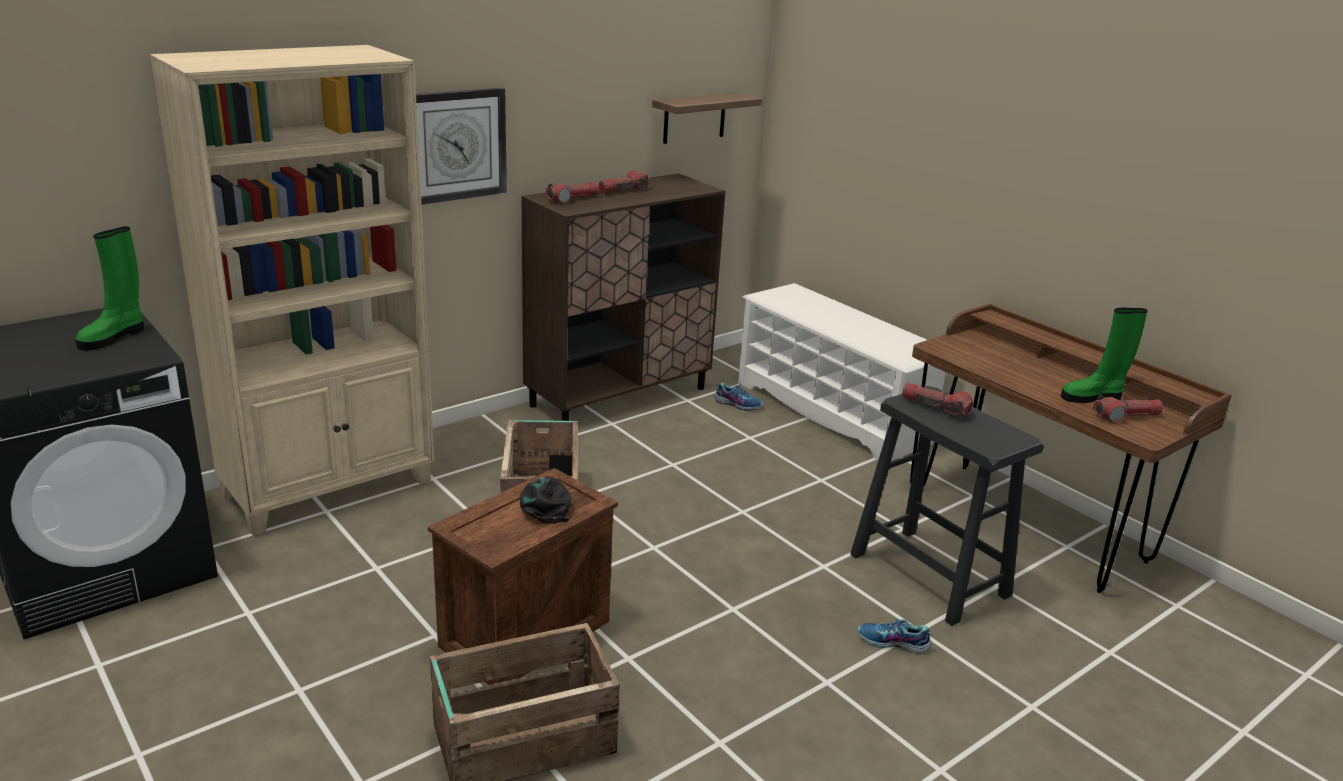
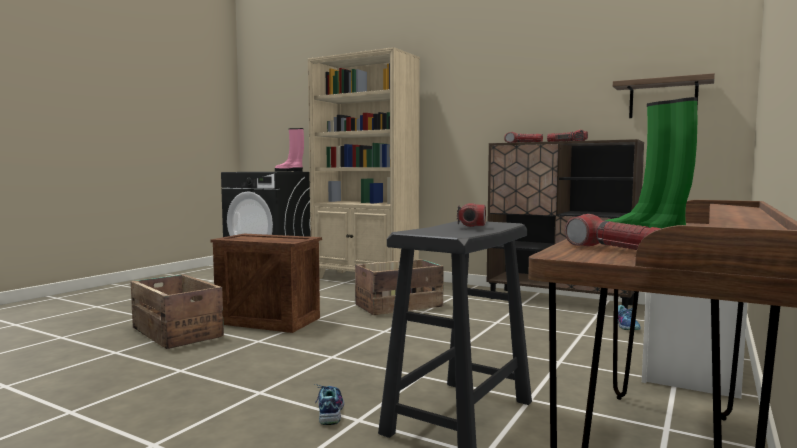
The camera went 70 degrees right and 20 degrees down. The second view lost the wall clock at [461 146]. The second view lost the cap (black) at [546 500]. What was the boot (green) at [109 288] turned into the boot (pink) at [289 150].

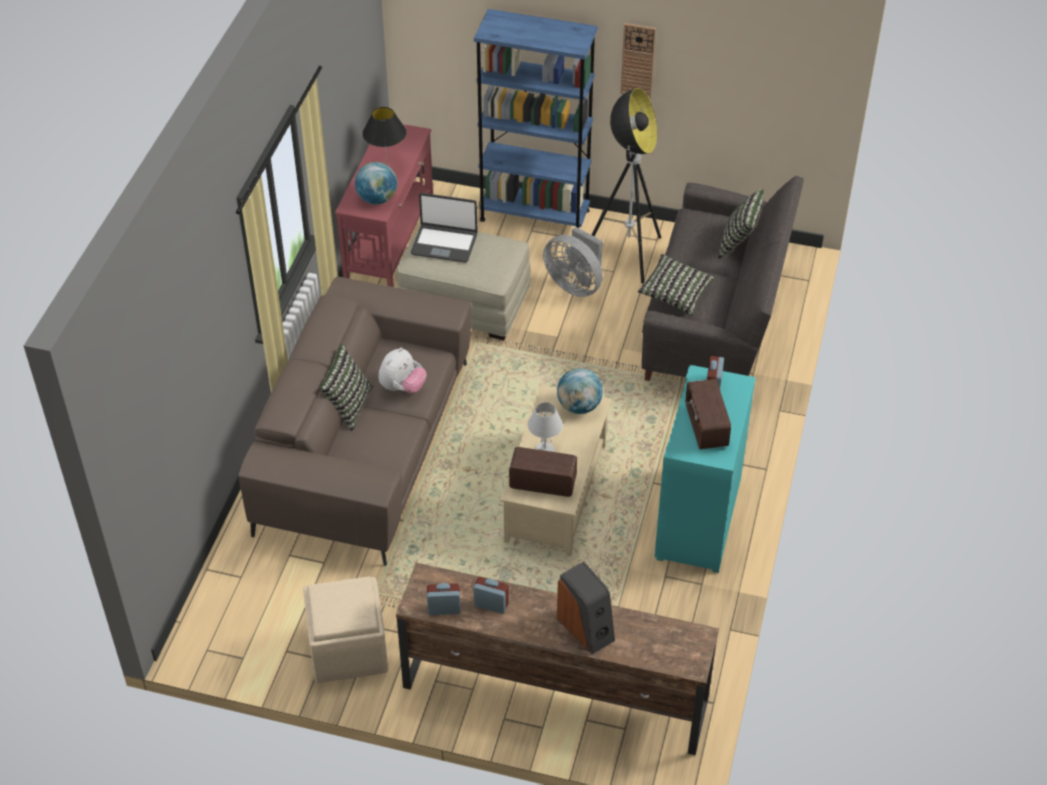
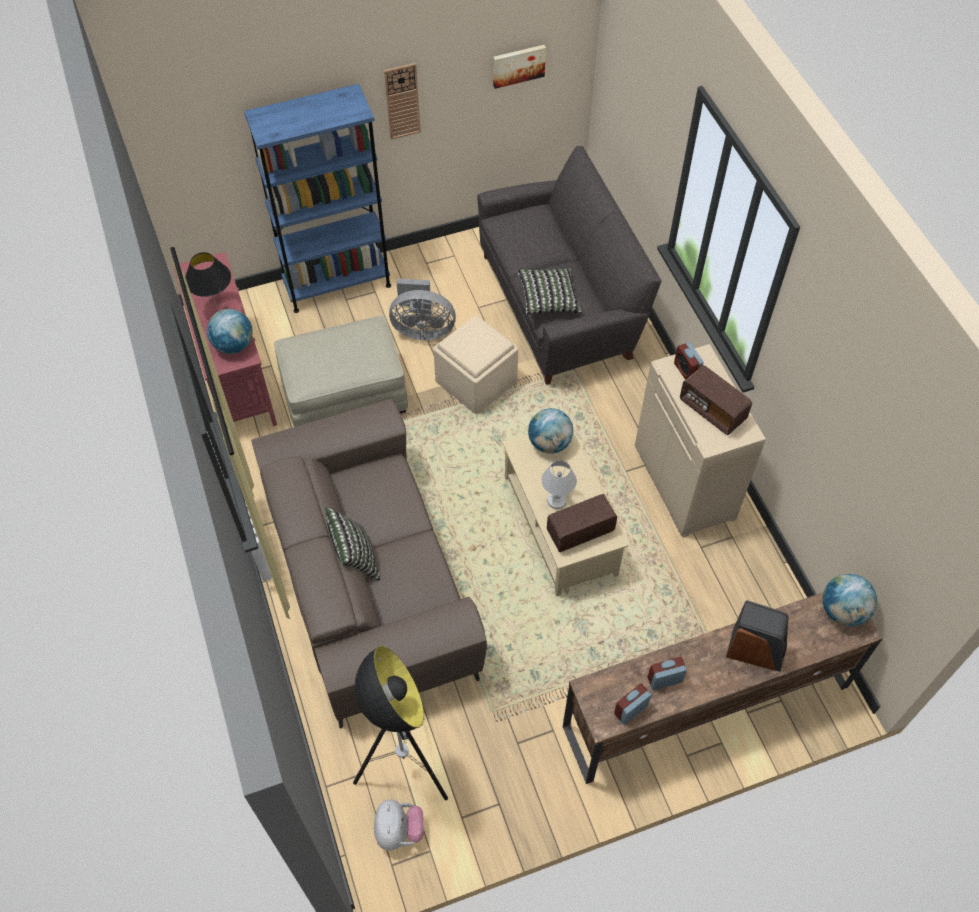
The camera went 35 degrees left and 10 degrees up. The second view lost the laptop at [444 228]. The second view lost the pillow at [741 224]. The second view gained the picture at [519 67]. The second view gained the globe at [850 600]. The ottoman (beige) ended up elsewhere, having gone from [345 629] to [475 364]. The plush toy ended up elsewhere, having gone from [403 370] to [399 824]. The floor lamp ended up elsewhere, having gone from [626 186] to [400 723]. What was the cabinet (turquoise) at [704 469] turned into the cabinet (beige) at [700 440].

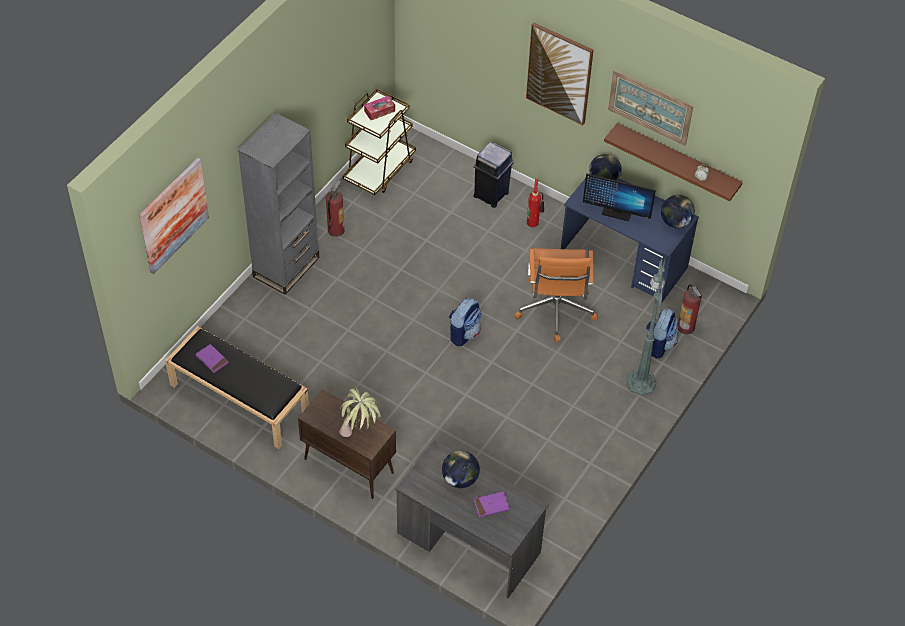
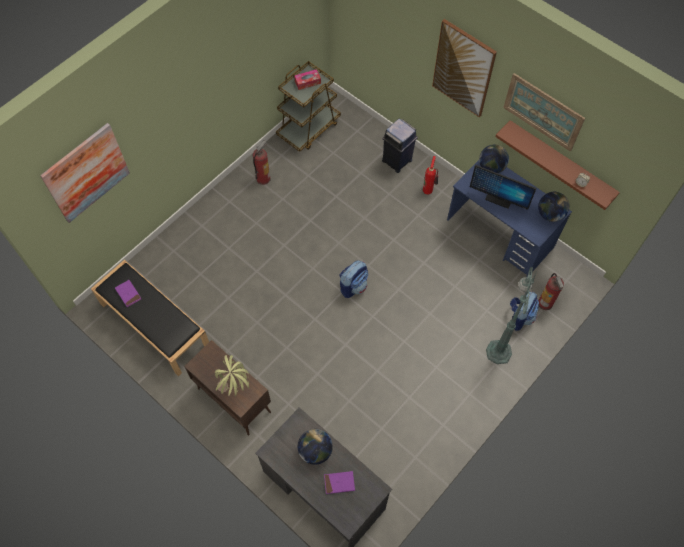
The camera went 10 degrees right and 10 degrees up. The second view lost the bookcase (grey) at [278 204]. The second view lost the office chair (orange) at [556 295].

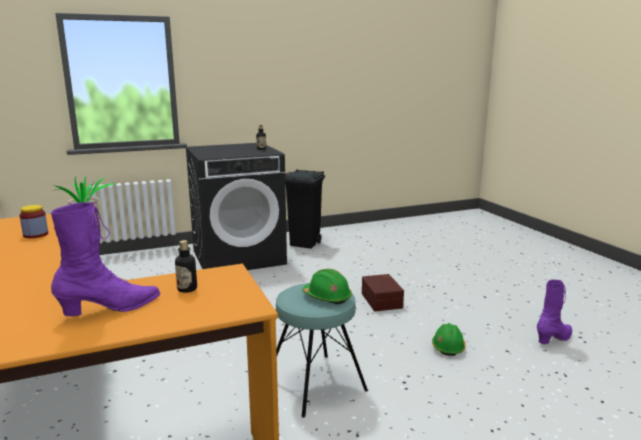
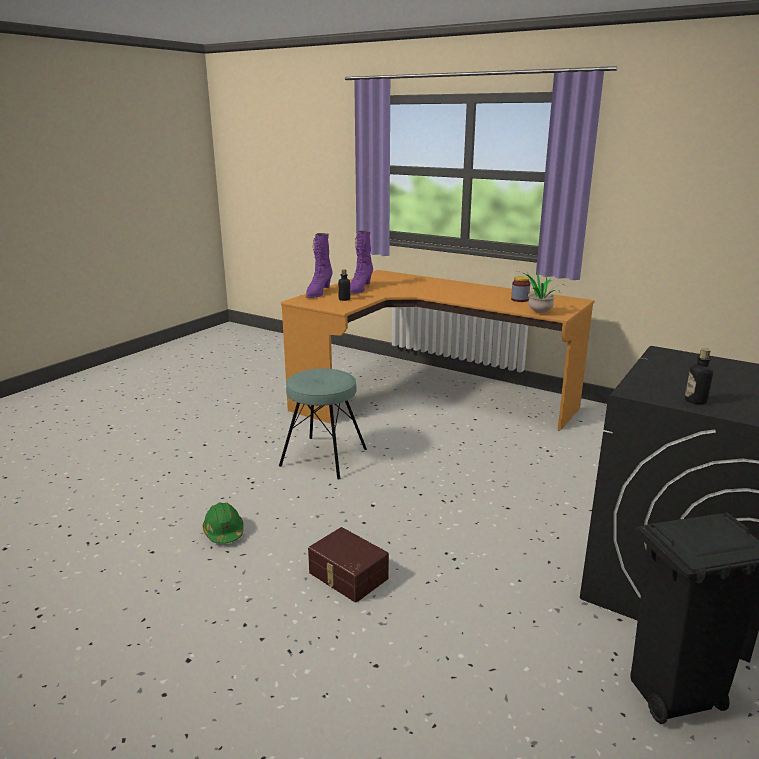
The camera went 145 degrees right and 5 degrees up. The second view lost the hard hat (green) at [327 286]. The boot (purple) ended up elsewhere, having gone from [554 312] to [319 265].

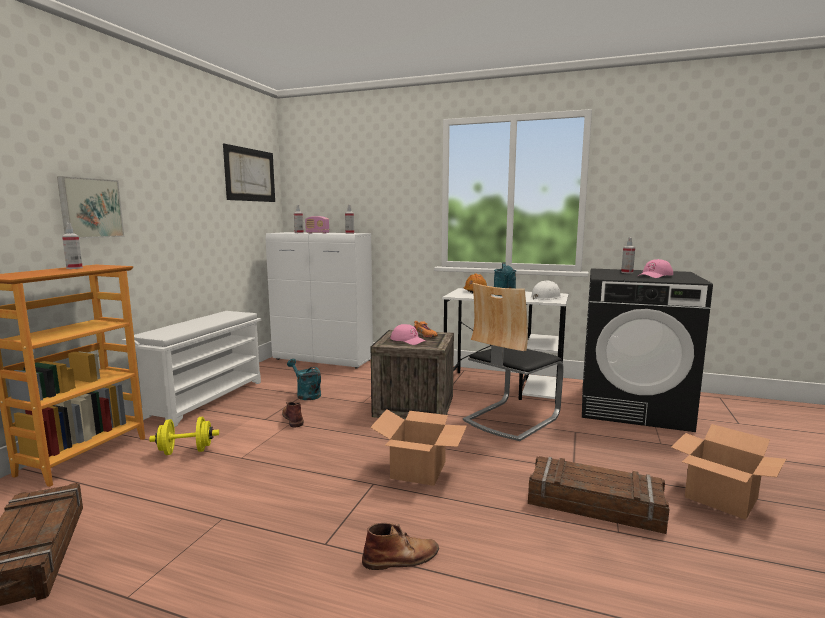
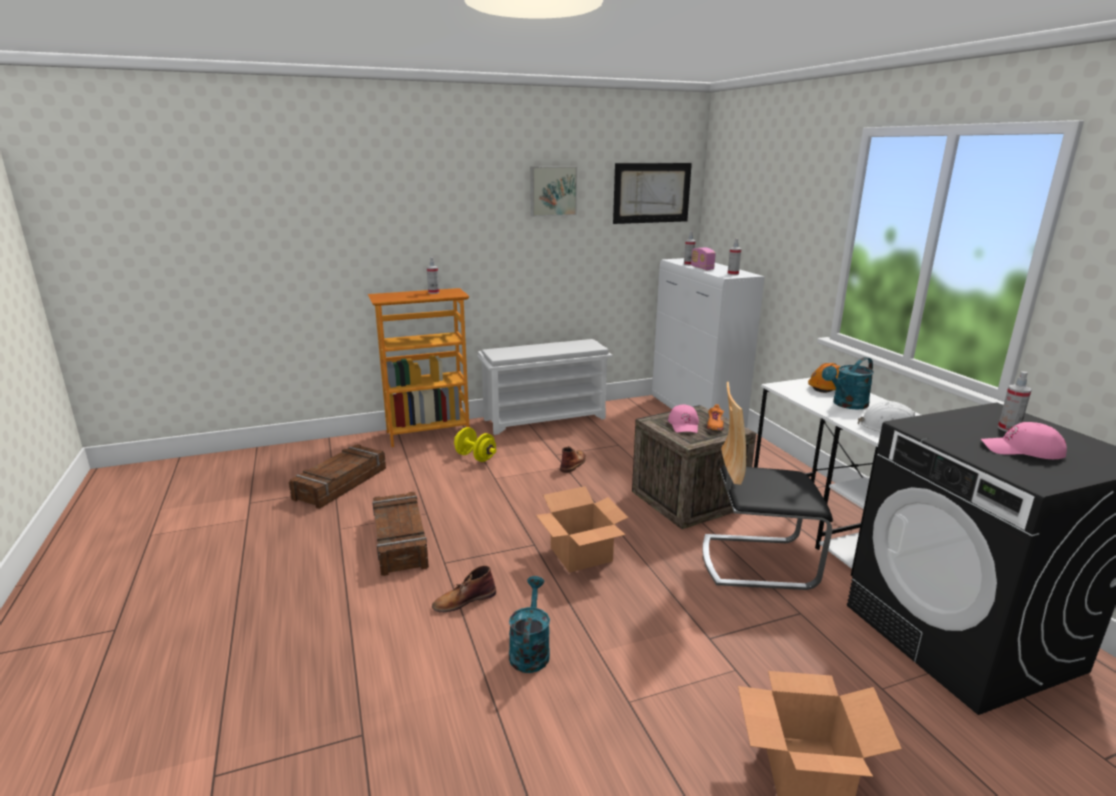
The camera went 50 degrees right and 10 degrees up. The picture ended up elsewhere, having gone from [90 207] to [553 191]. The watering can (turquoise) ended up elsewhere, having gone from [304 379] to [529 624]. The crate ended up elsewhere, having gone from [598 495] to [400 534]. The boot (brown) at [400 546] ended up facing another way, 120 degrees clockwise from before.

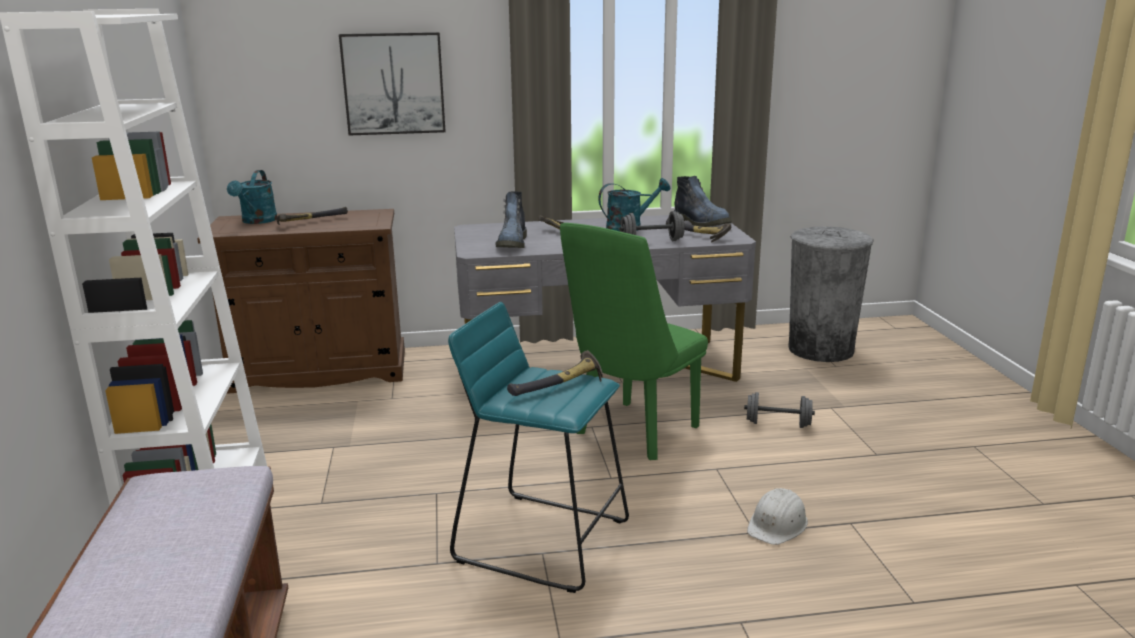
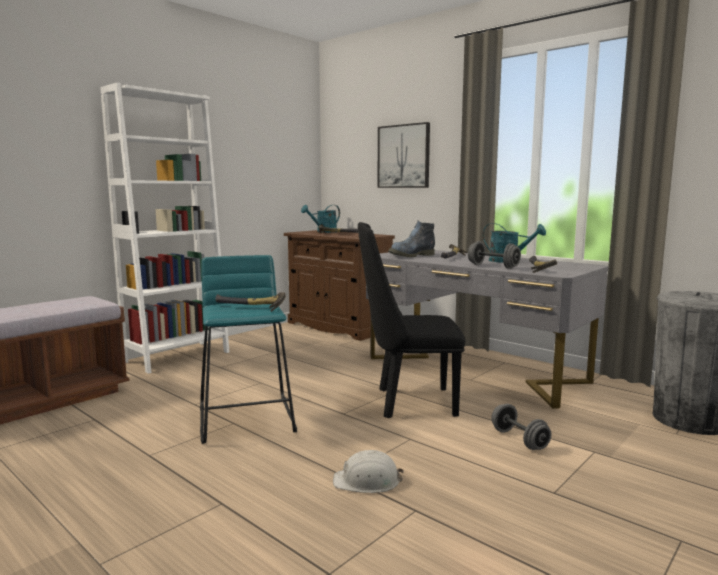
The camera went 50 degrees right and 10 degrees down. The second view lost the boot at [703 201]. What was the chair (green) at [634 341] turned into the chair (black) at [411 320].

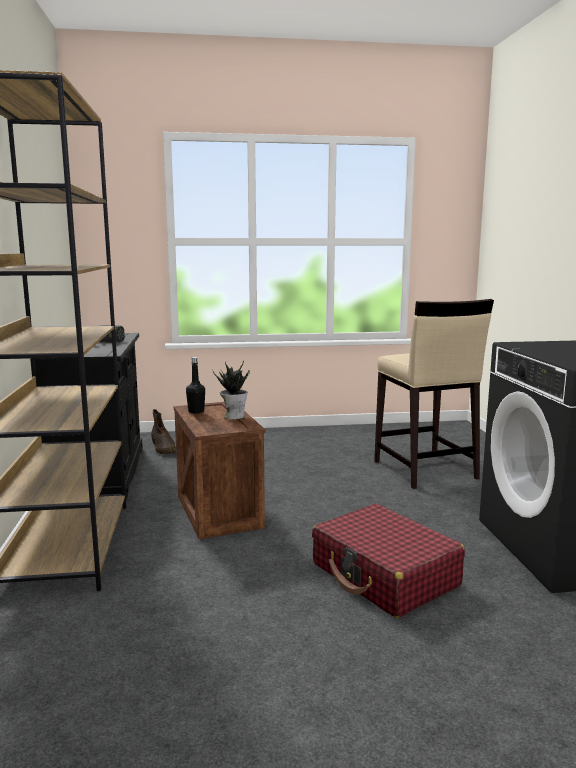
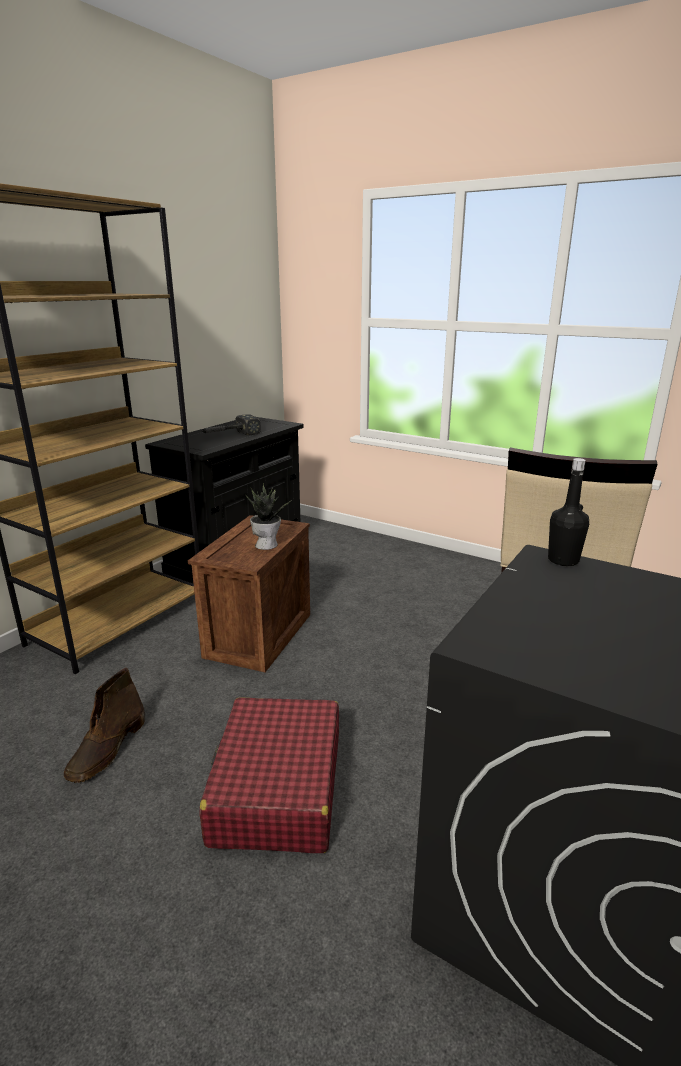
The camera went 40 degrees right and 10 degrees up. The boot (brown) ended up elsewhere, having gone from [163 431] to [104 725]. The bottle (black) ended up elsewhere, having gone from [195 385] to [568 512].

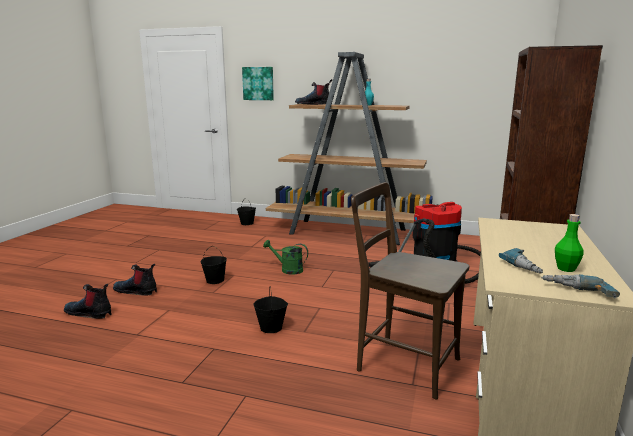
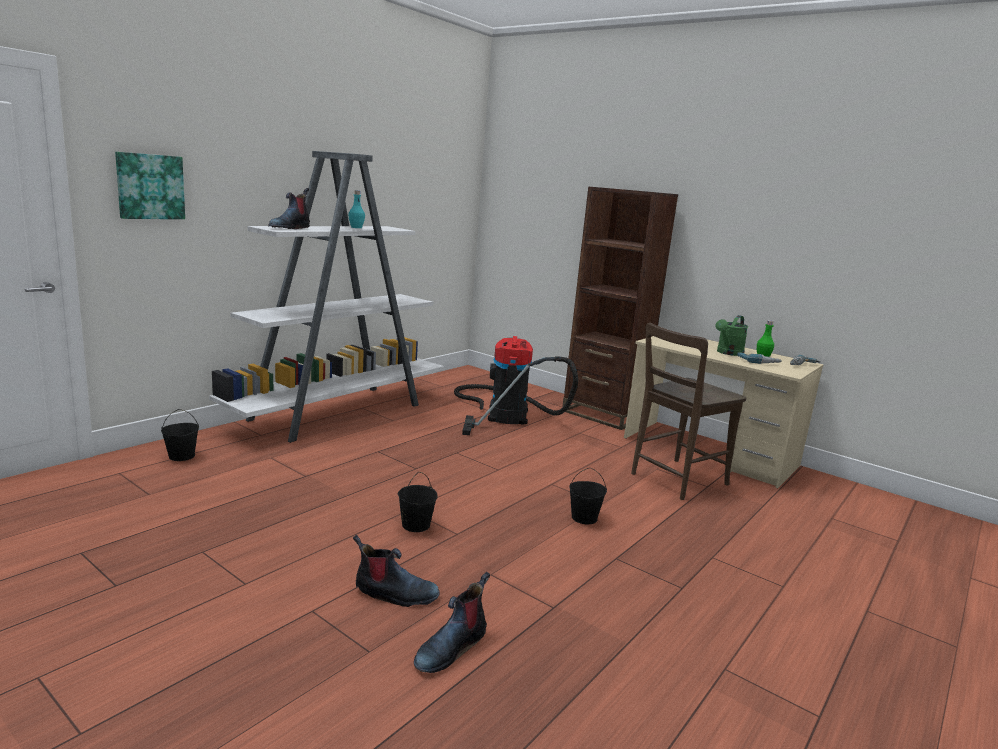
The camera went 70 degrees left and 0 degrees up. The watering can (green) ended up elsewhere, having gone from [285 257] to [731 335]. What was the bookcase (brown) at [349 148] turned into the bookcase (white) at [326 297]. The boot at [135 280] ended up facing another way, 120 degrees counterclockwise from before.

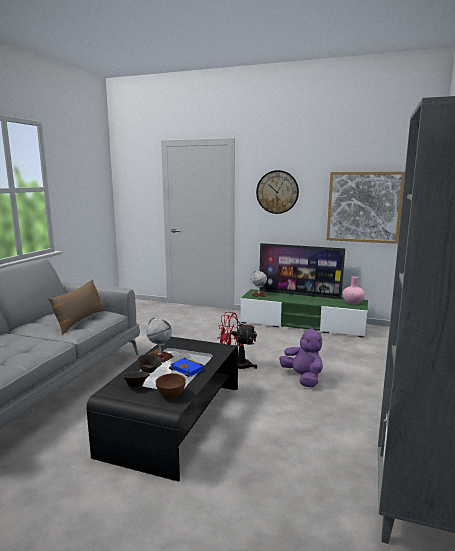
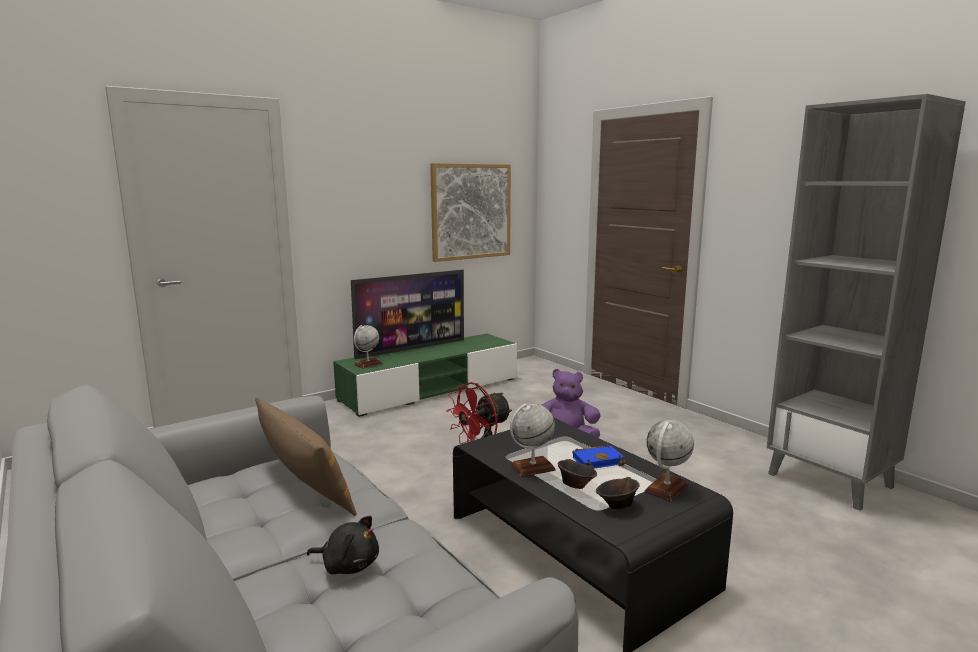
The camera went 55 degrees left and 0 degrees up. The second view lost the wall clock at [277 192]. The second view lost the vase (pink) at [353 290]. The second view gained the plush toy (black) at [343 545]. Where the bowl (brown) stood at [171 385], the globe came to stand at [669 460].

